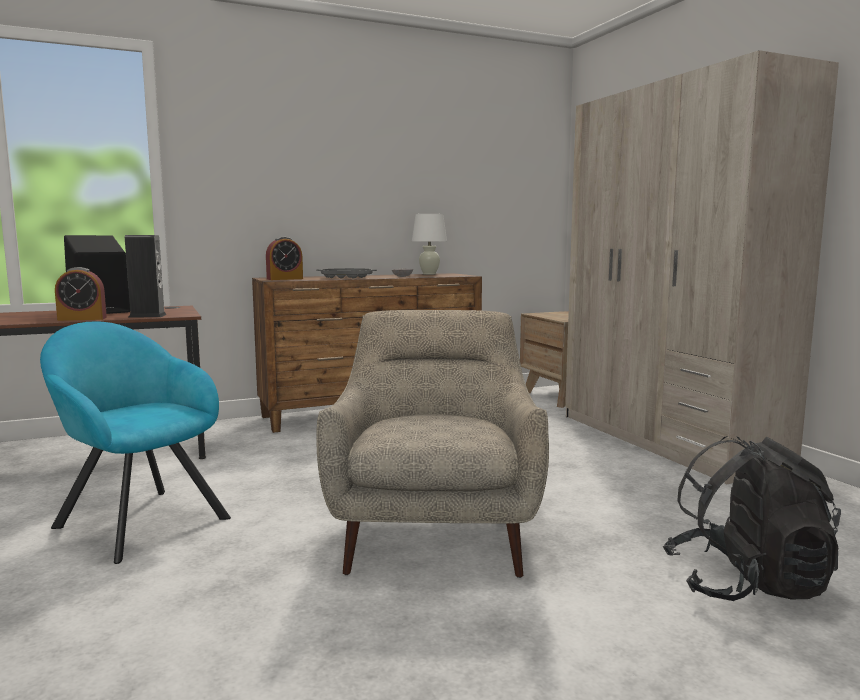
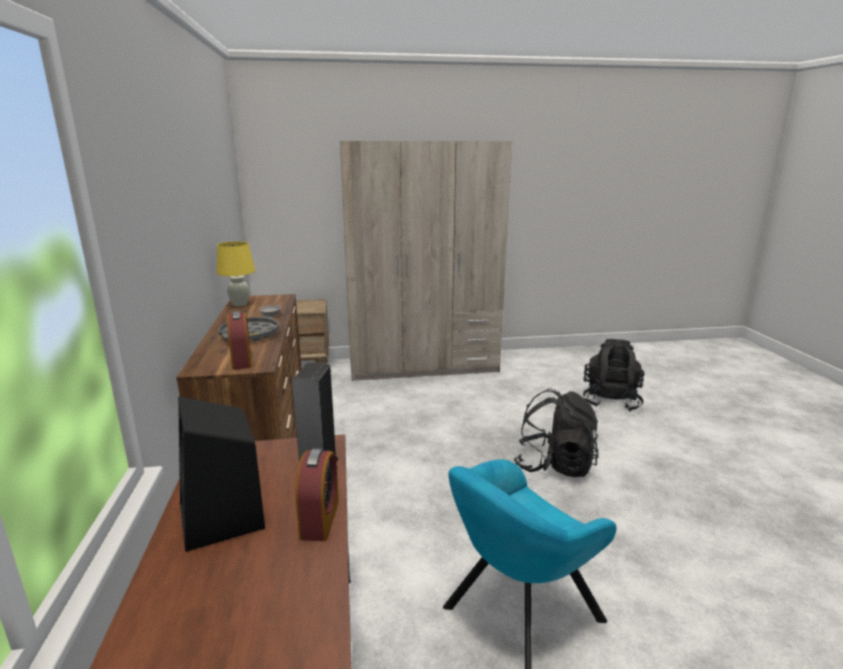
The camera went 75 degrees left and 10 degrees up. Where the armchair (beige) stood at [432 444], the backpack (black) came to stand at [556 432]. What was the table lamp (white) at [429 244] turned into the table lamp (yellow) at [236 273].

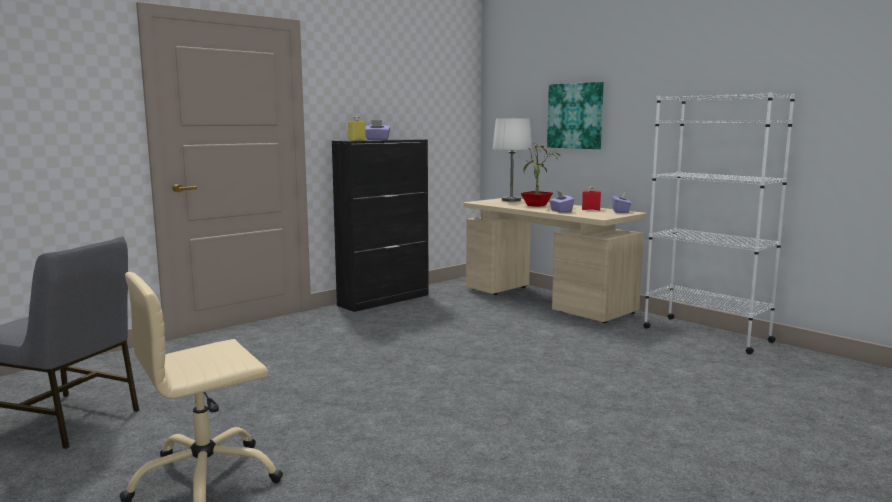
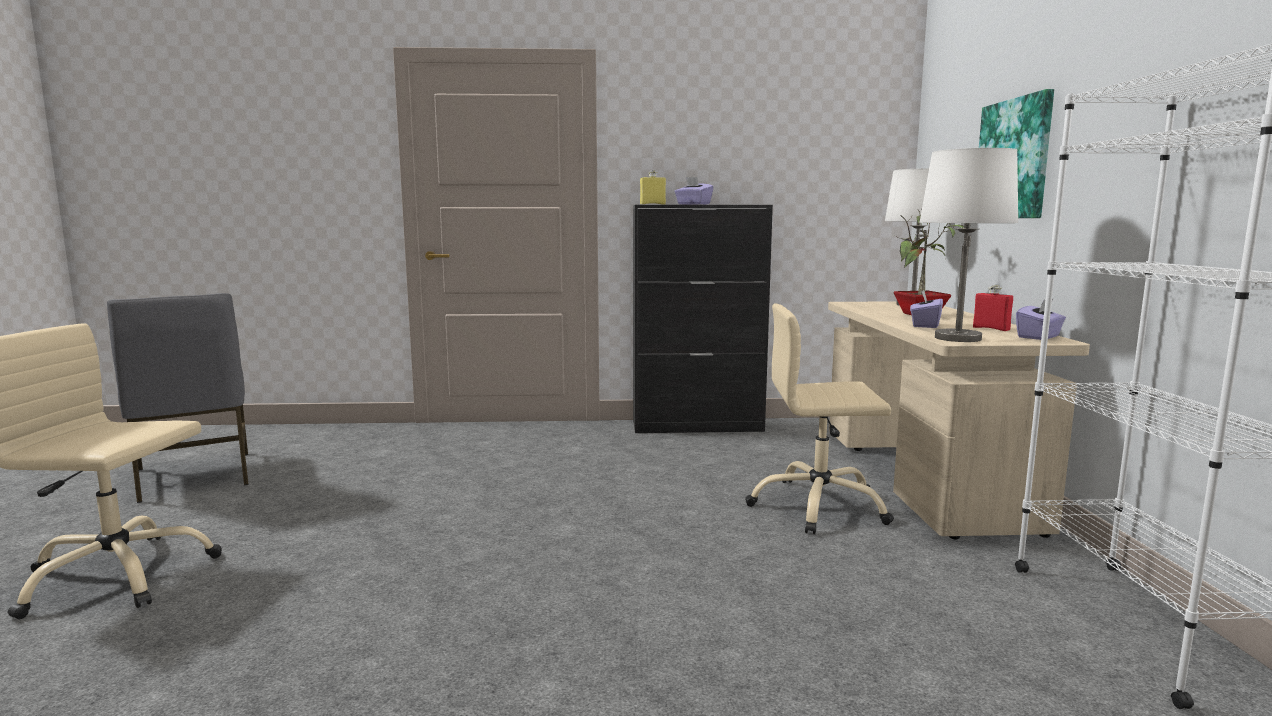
The camera went 40 degrees right and 0 degrees up. The second view gained the office chair (beige) at [819 419]. The second view gained the table lamp (white) at [969 245].

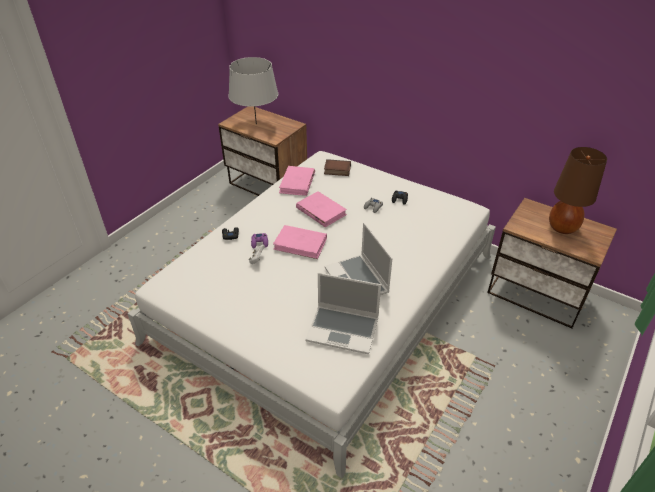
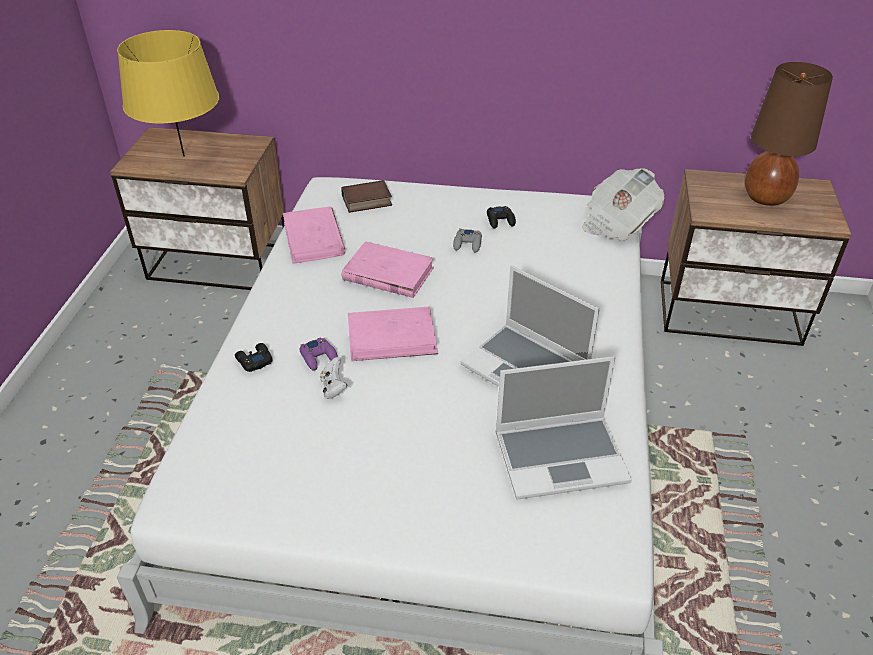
The camera went 25 degrees left and 0 degrees up. The second view gained the newspaper at [623 204]. What was the table lamp (grey) at [253 91] turned into the table lamp (yellow) at [168 93].

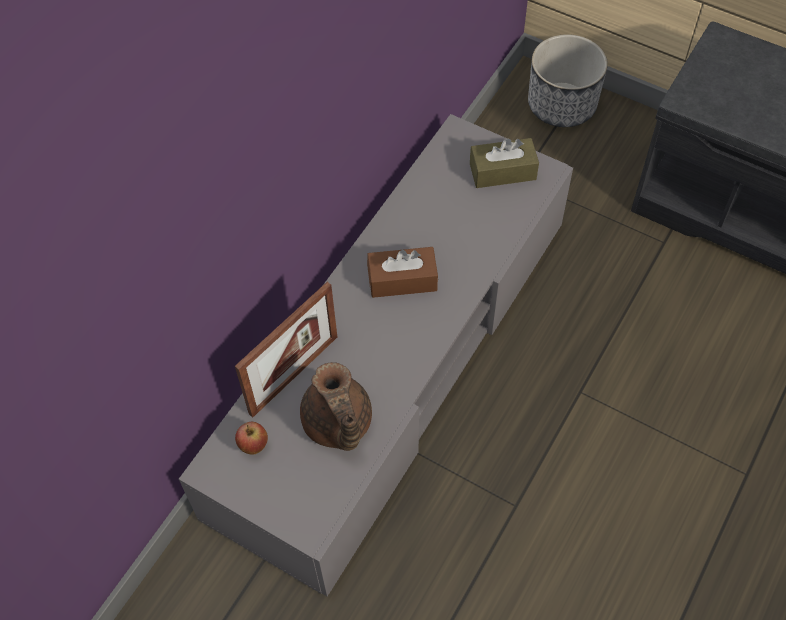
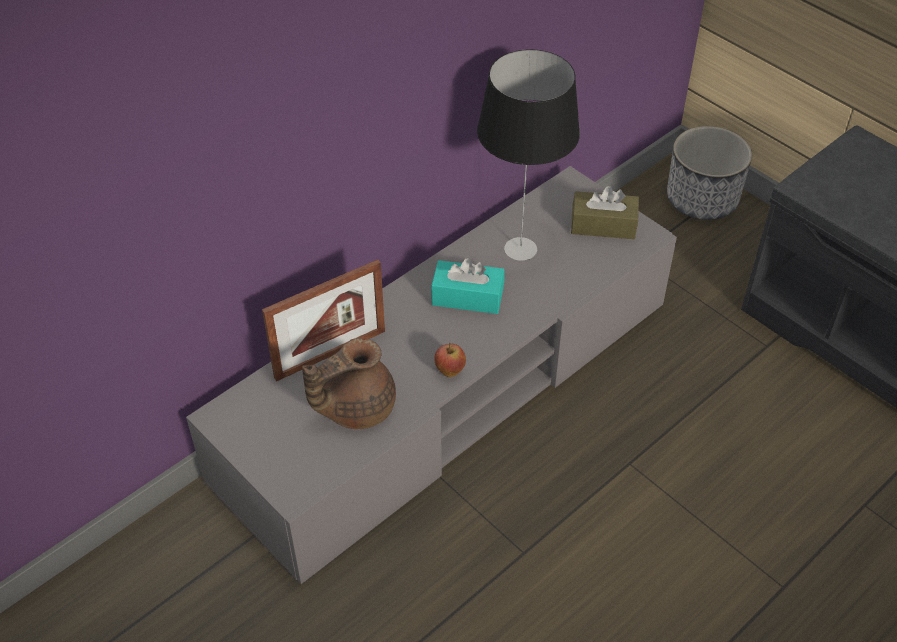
The camera went 15 degrees right and 10 degrees down. The second view gained the table lamp at [528 155]. The apple ended up elsewhere, having gone from [251 438] to [450 360]. What was the tissue box (brown) at [402 272] turned into the tissue box (turquoise) at [467 286]. The teapot (brown) at [336 406] ended up facing another way, 60 degrees clockwise from before.

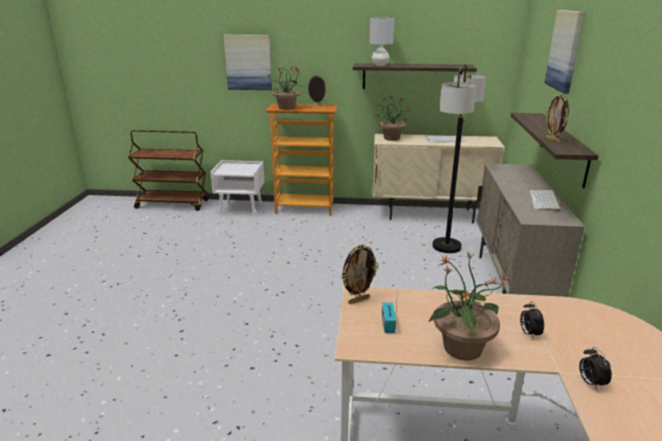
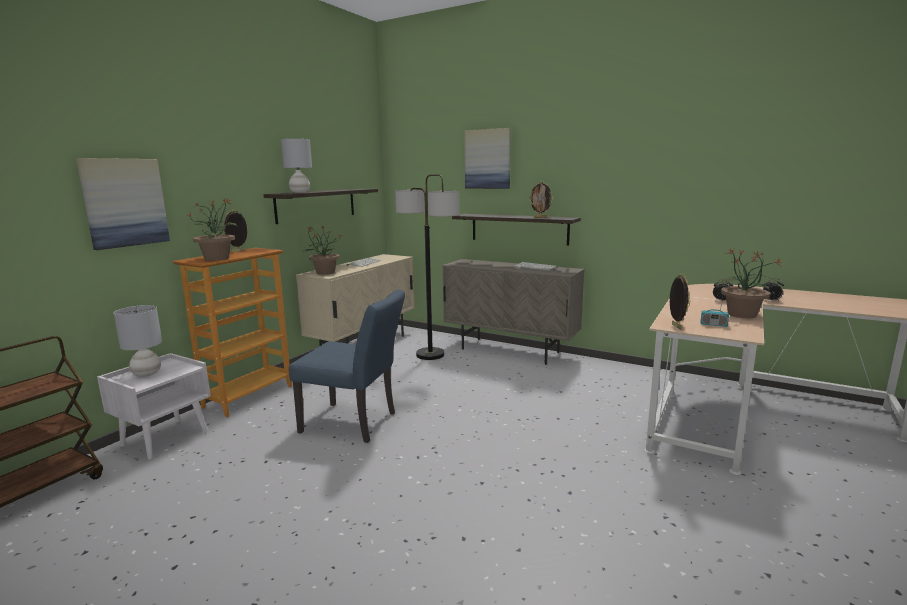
The camera went 65 degrees left and 10 degrees down. The second view gained the table lamp (grey) at [138 341]. The second view gained the chair (blue) at [347 366].

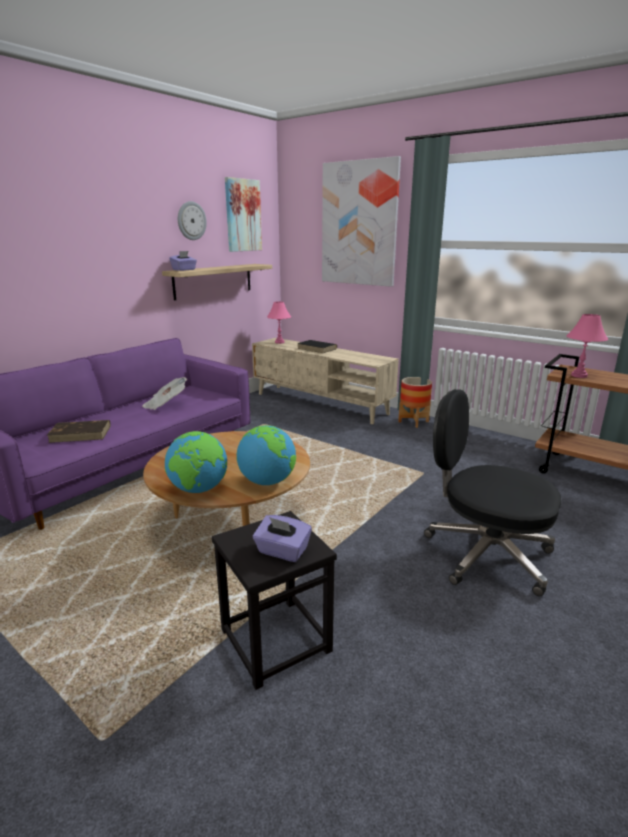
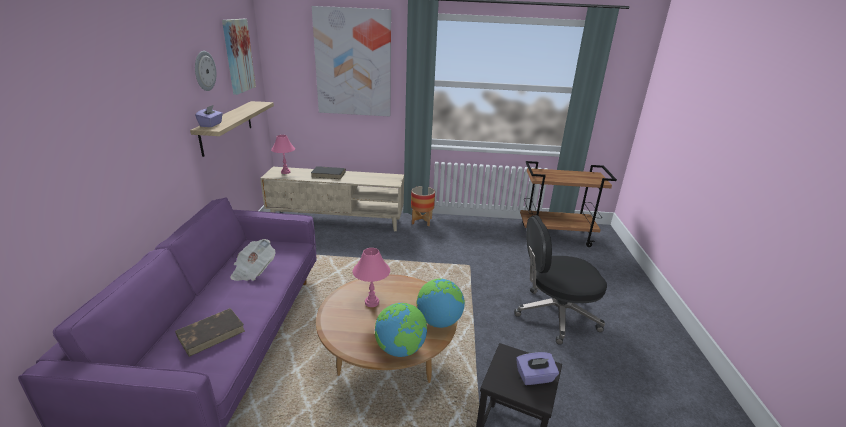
The camera went 35 degrees left and 5 degrees up. The table lamp (pink) ended up elsewhere, having gone from [587 346] to [371 277].

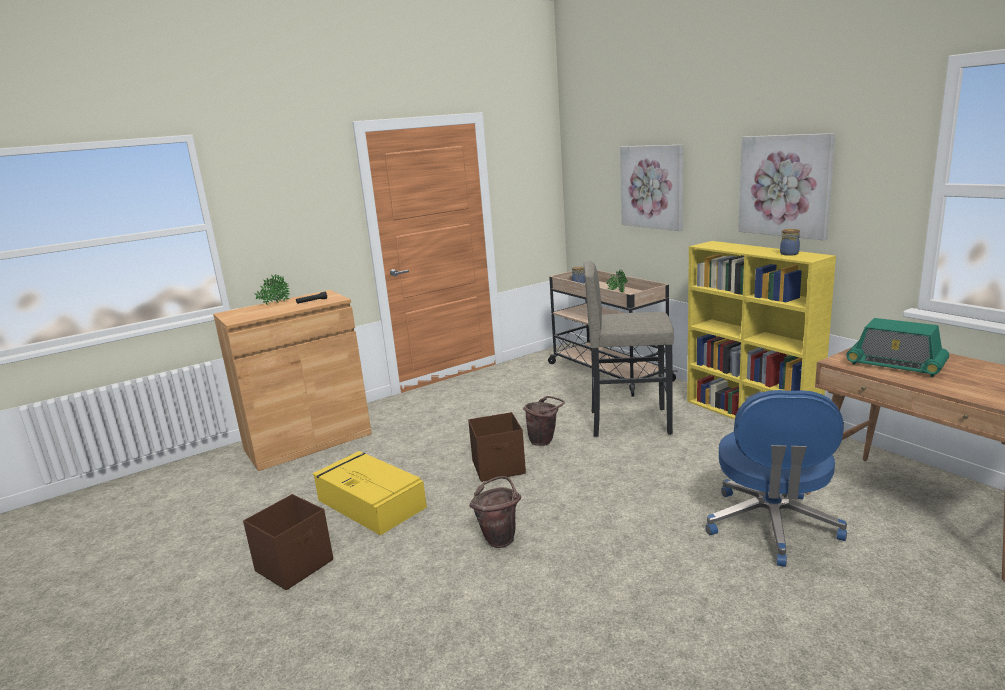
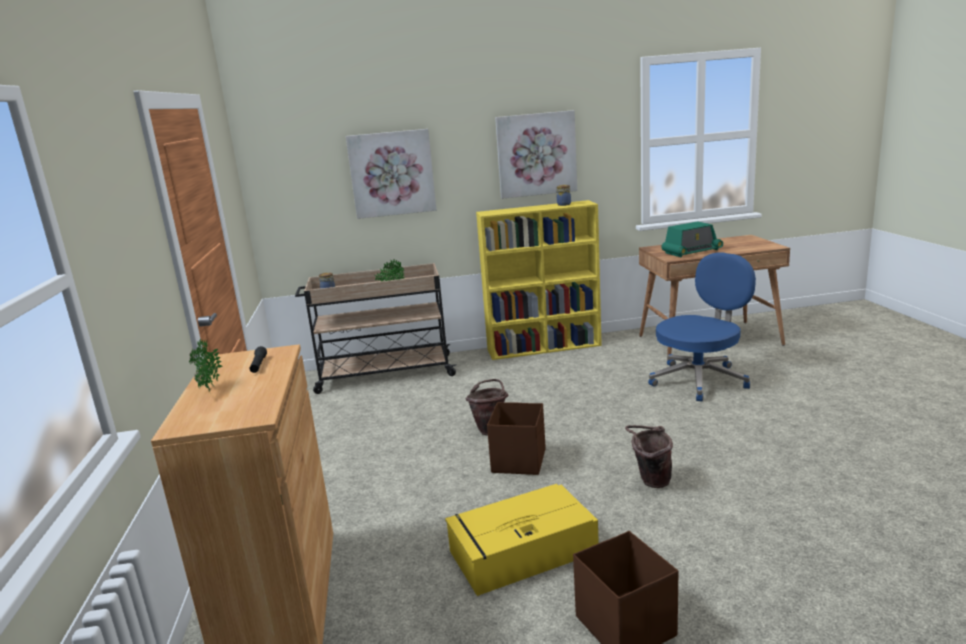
The camera went 65 degrees left and 0 degrees up. The second view lost the stool (grey) at [629 349]. The office chair (blue) at [776 478] ended up facing another way, 75 degrees counterclockwise from before.

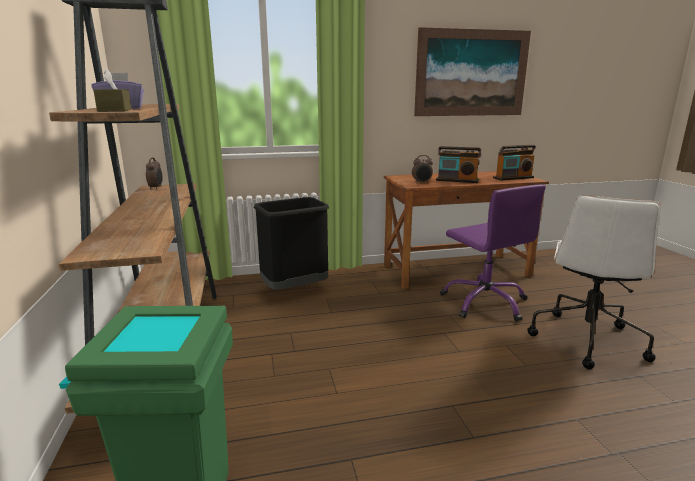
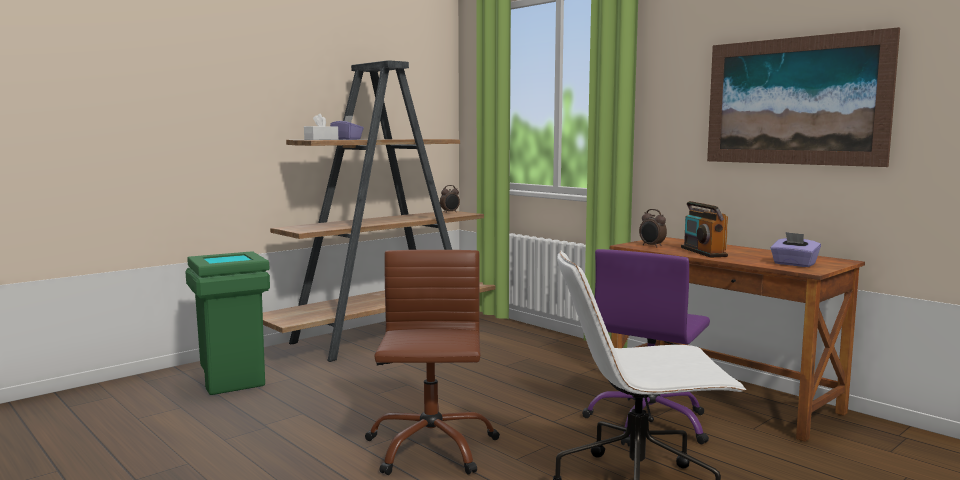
The camera went 60 degrees right and 10 degrees down. The second view lost the trash can (black) at [291 243]. The second view gained the office chair (brown) at [432 362]. Where the radio stood at [514 163], the tissue box (purple) came to stand at [795 249]. What was the tissue box (brown) at [112 90] turned into the tissue box (white) at [321 127].

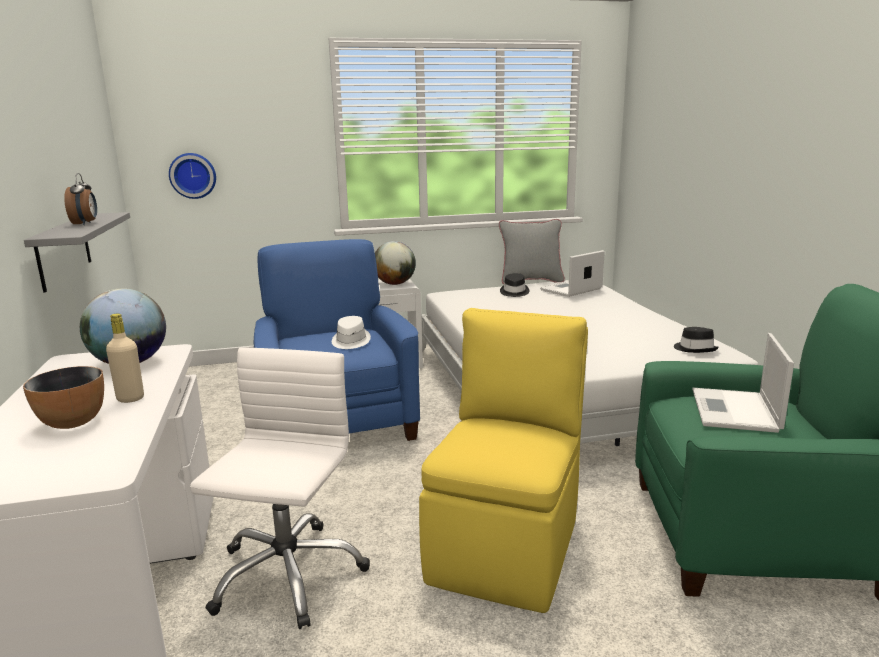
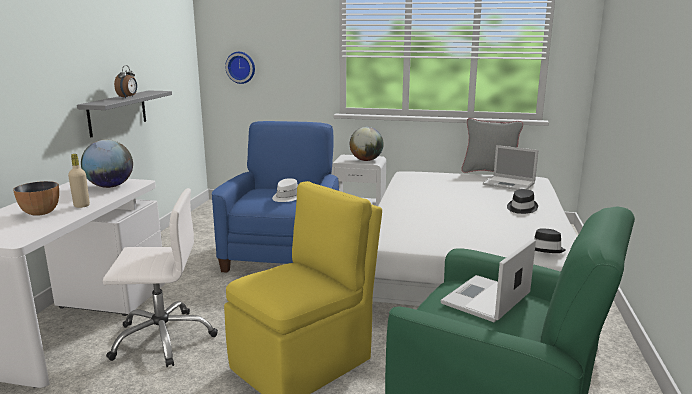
The camera went 25 degrees right and 0 degrees up. The hat (black) ended up elsewhere, having gone from [514 285] to [522 201]. The office chair (white) at [280 488] ended up facing another way, 45 degrees clockwise from before. The laptop at [572 273] ended up facing another way, 135 degrees counterclockwise from before.

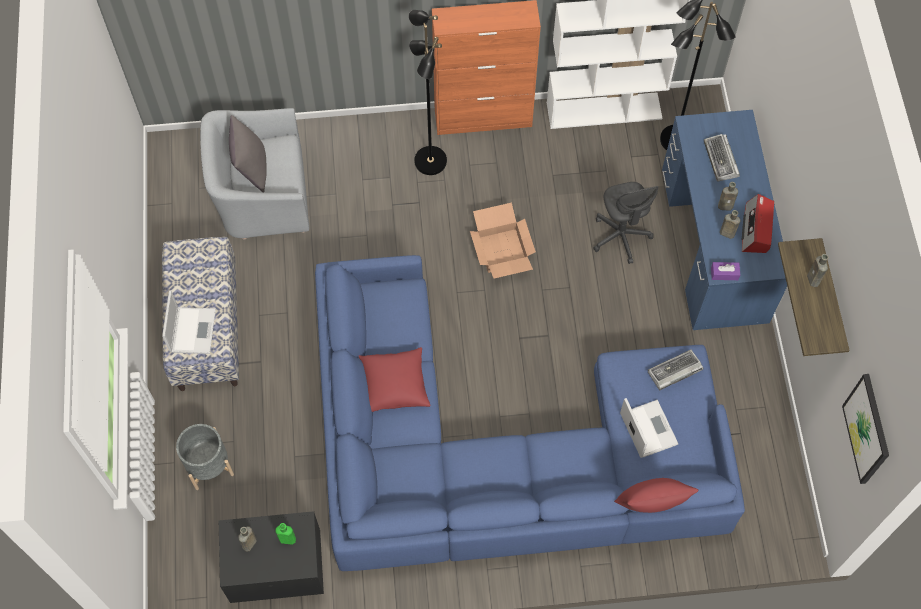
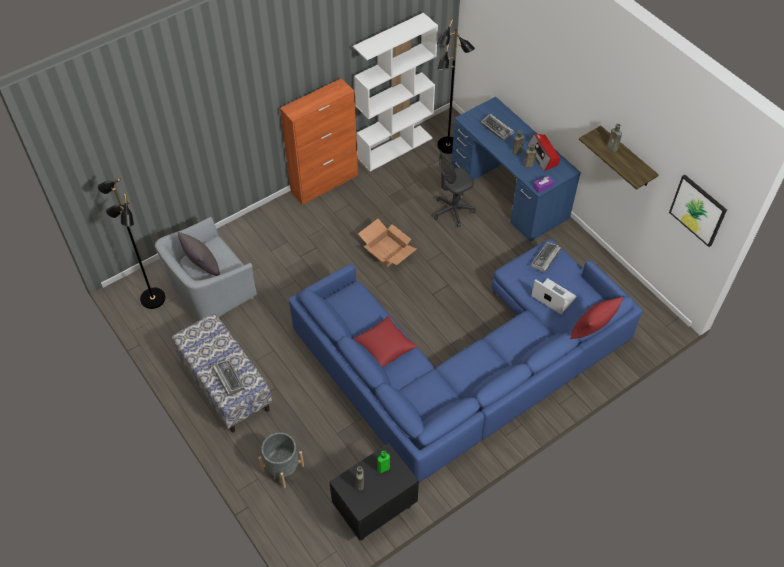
The camera went 30 degrees left and 10 degrees down. The floor lamp (black) ended up elsewhere, having gone from [428 92] to [132 243]. Where the laptop stood at [189 322], the keyboard came to stand at [229 377]. The office chair (grey) at [626 223] ended up facing another way, 105 degrees clockwise from before.

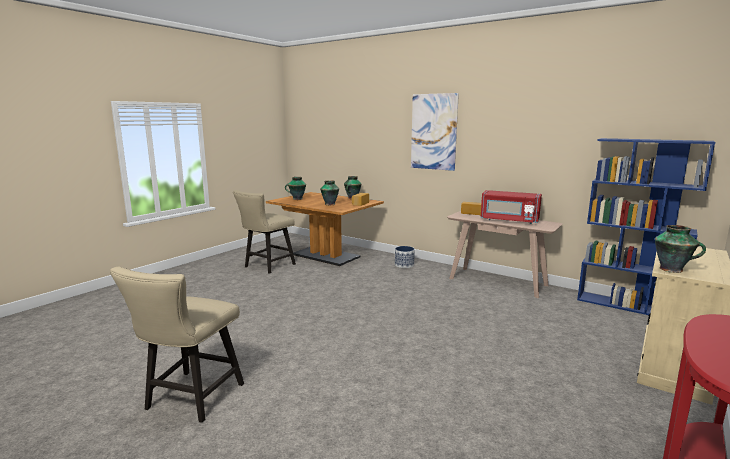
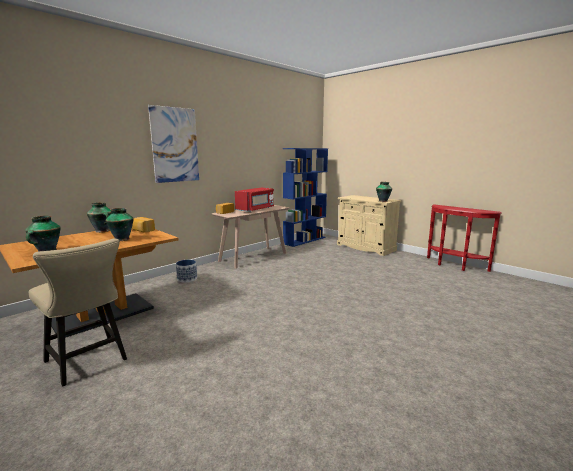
The camera went 80 degrees left and 0 degrees up. The second view lost the chair (beige) at [177 345].

